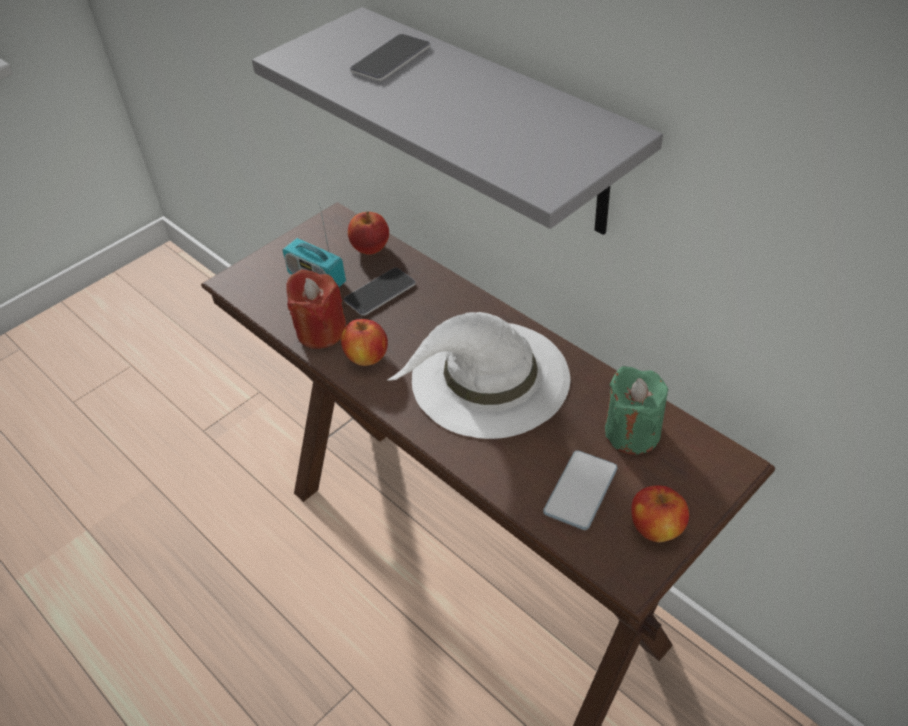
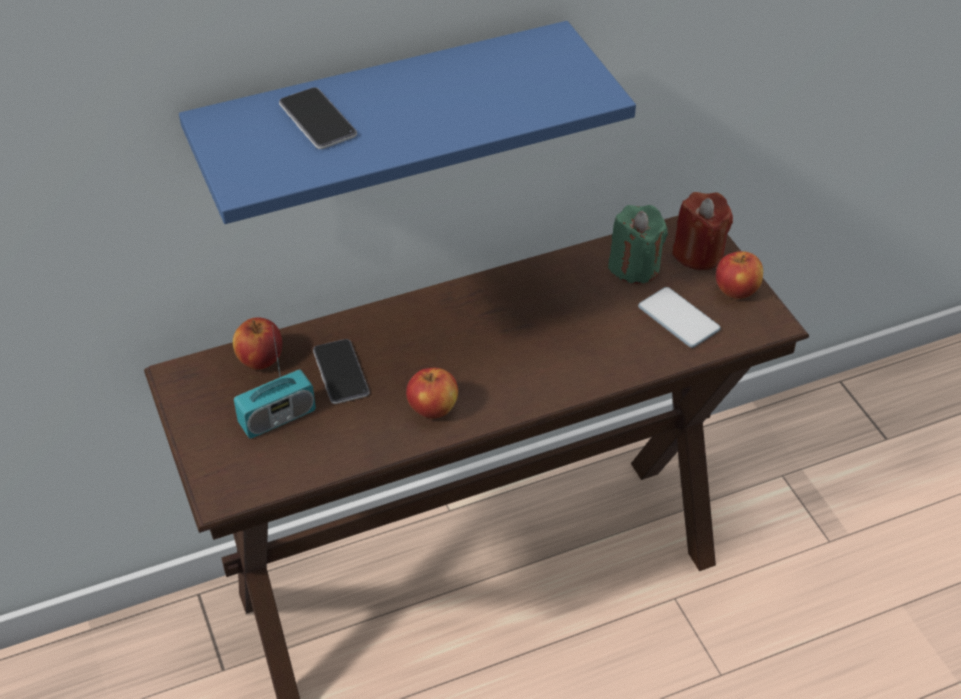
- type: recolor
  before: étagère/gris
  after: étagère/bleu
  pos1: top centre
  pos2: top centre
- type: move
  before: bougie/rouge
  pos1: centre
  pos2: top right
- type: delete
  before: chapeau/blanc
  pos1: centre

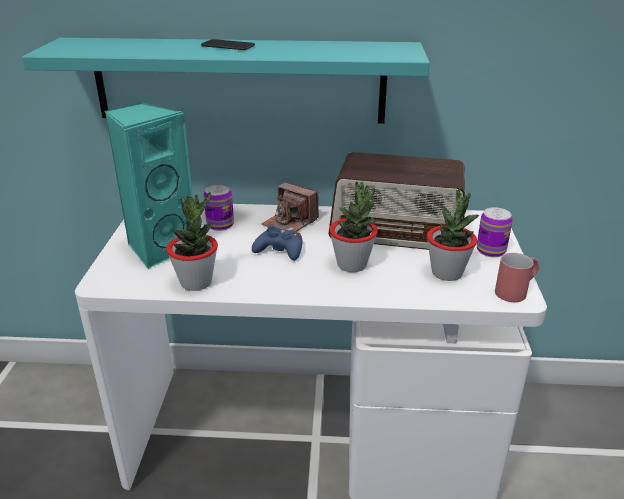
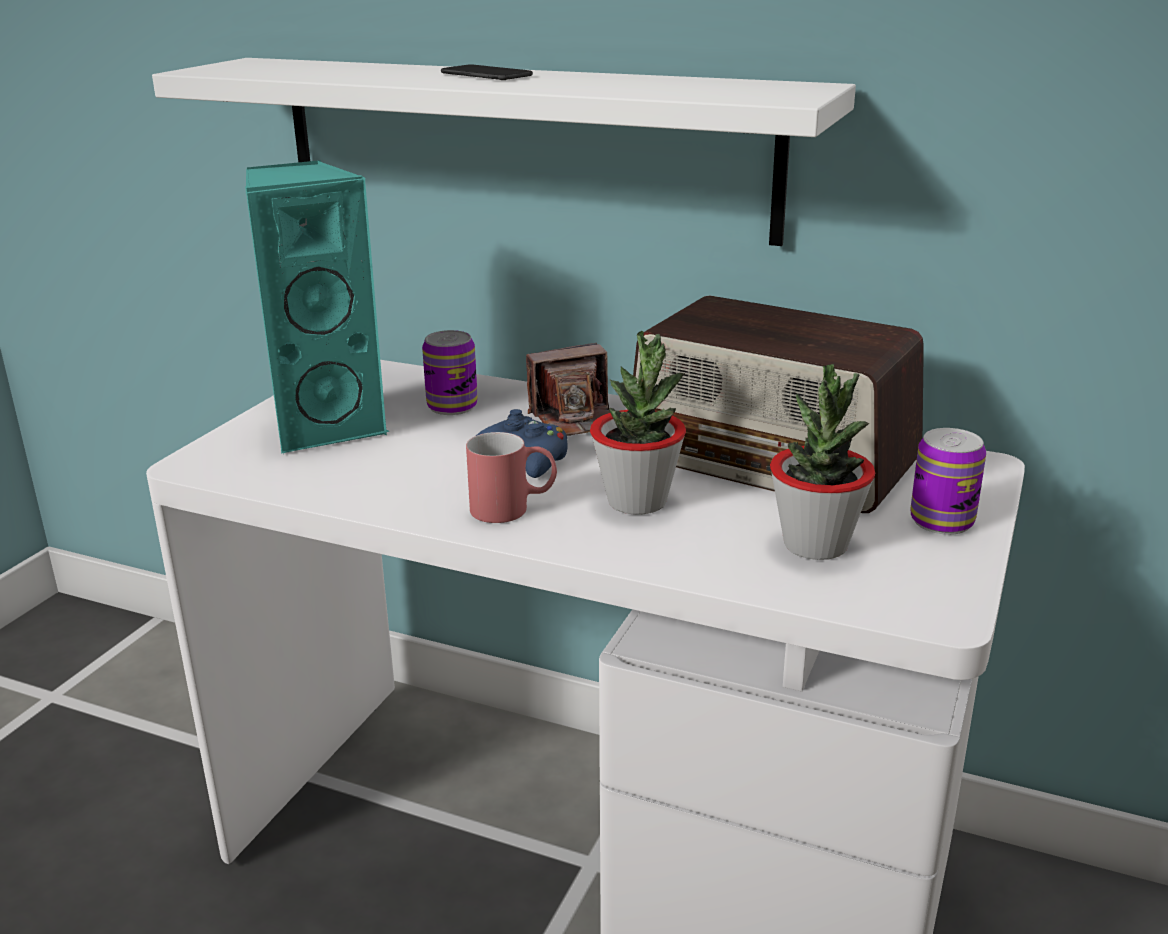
- type: recolor
  before: étagère/turquoise
  after: étagère/blanc
  pos1: top centre
  pos2: top centre
- type: move
  before: mug/rouge
  pos1: middle right
  pos2: centre
- type: rotate
  before: appareil photo
  pos1: centre
  pos2: centre
  turn: -75
- type: delete
  before: plante en pot (1st from left)
  pos1: middle left

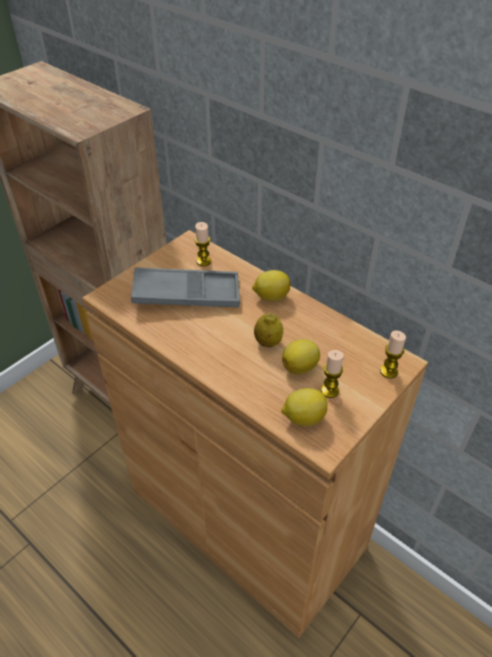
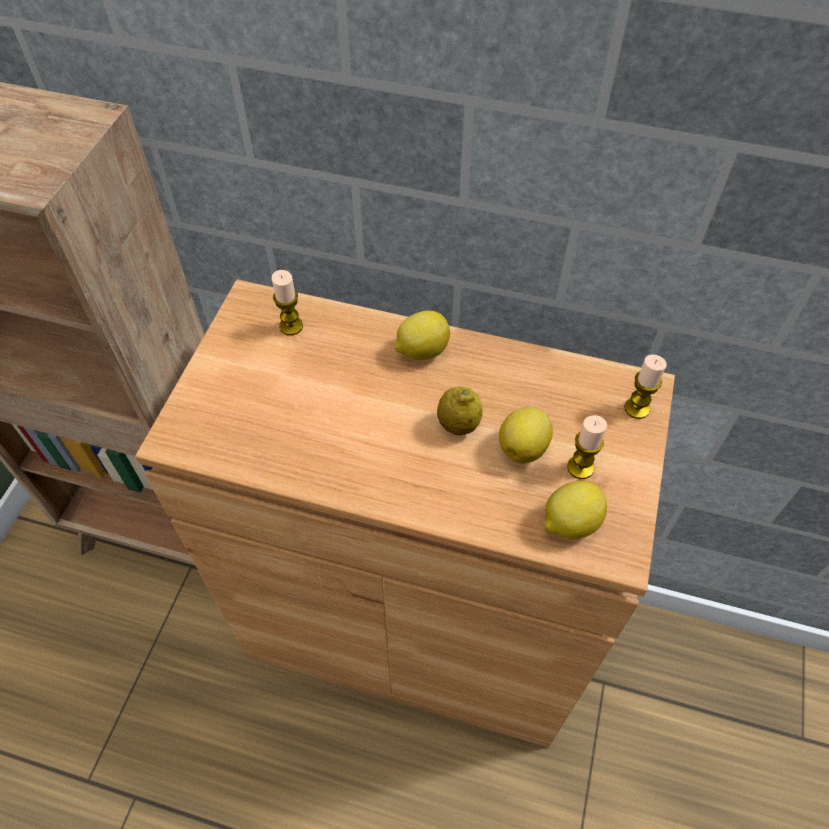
- type: delete
  before: plateau/gris
  pos1: centre

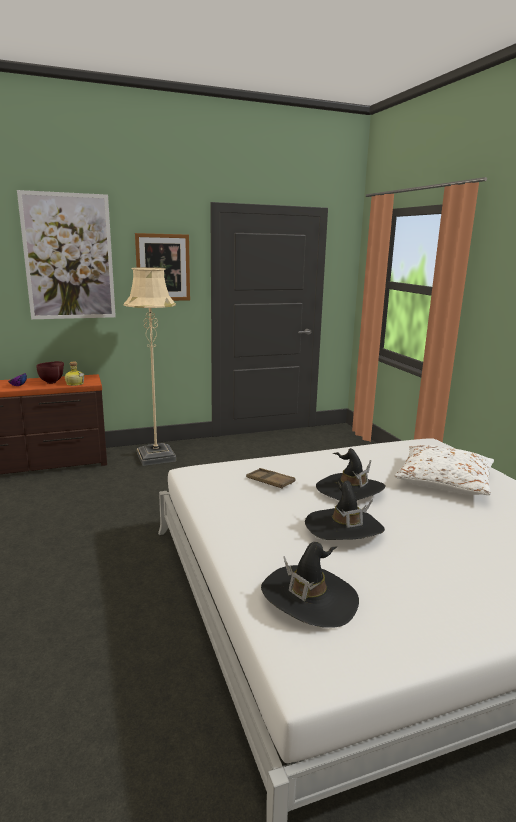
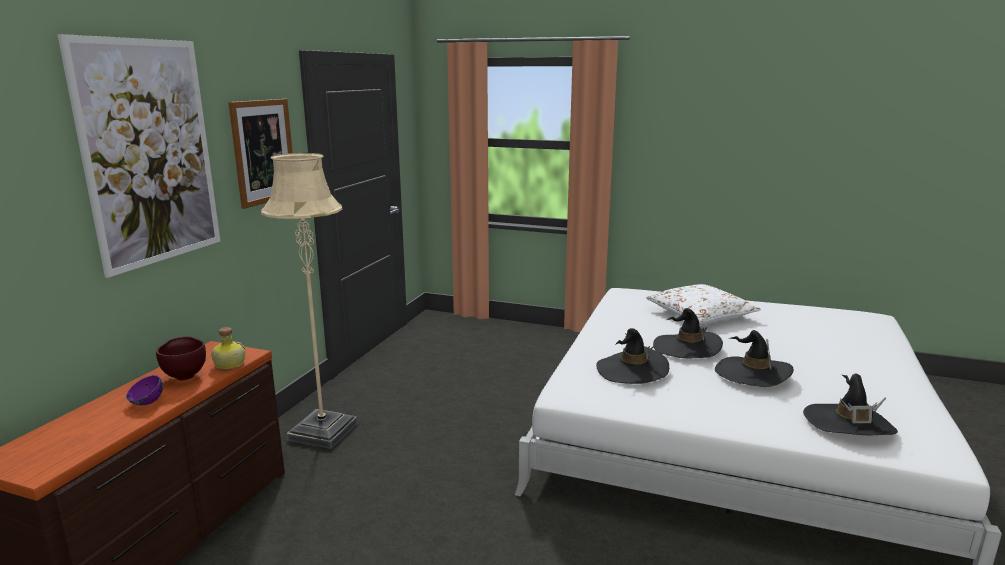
- type: replace
  before: plateau/marron
  after: chapeau/noir (1st from left)
  pos1: centre
  pos2: centre

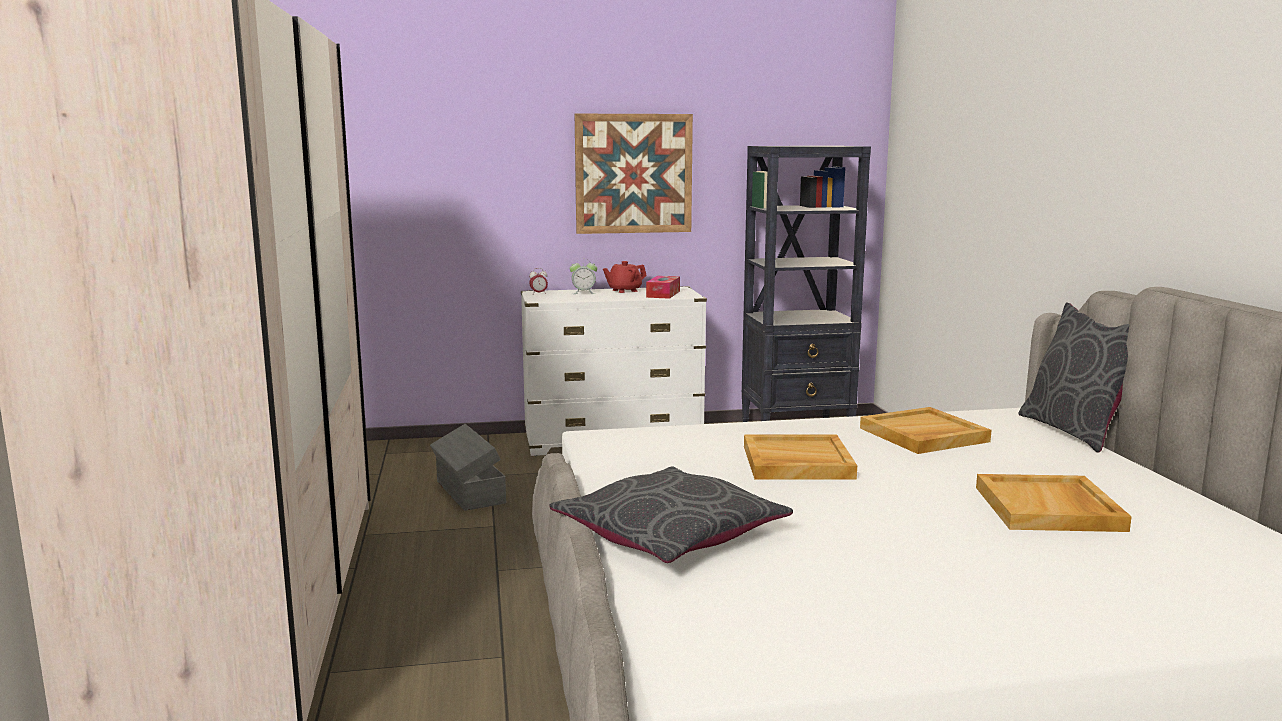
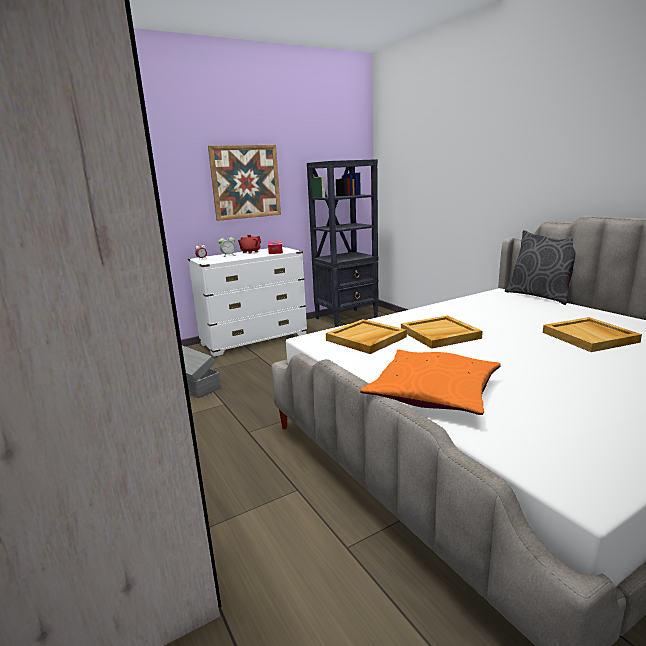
- type: move
  before: plateau/beige (2nd from left in the first image)
  after: plateau/beige (1st from left)
  pos1: middle right
  pos2: centre
- type: recolor
  before: coussin/gris (1st from left)
  after: coussin/orange
  pos1: bottom centre
  pos2: centre

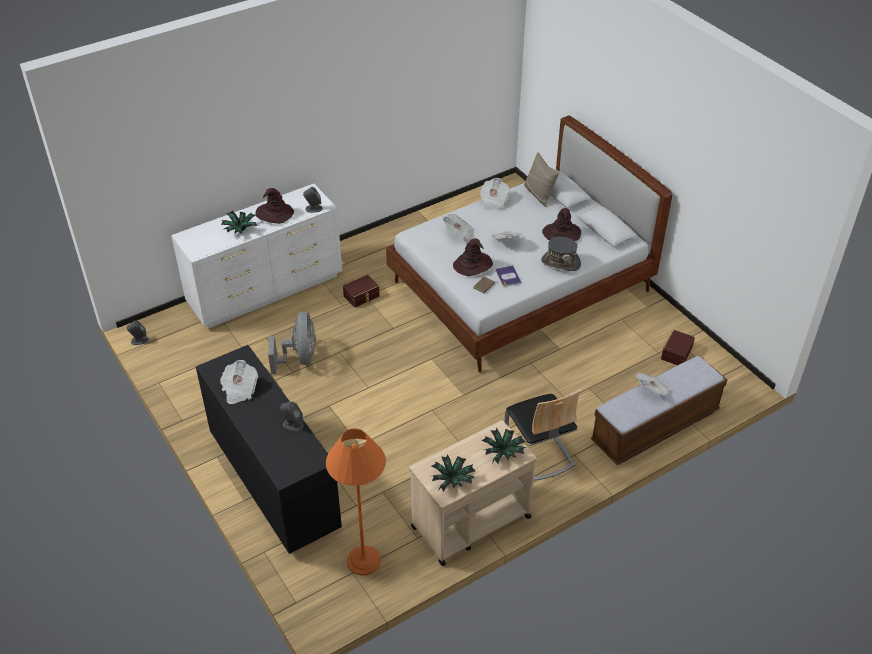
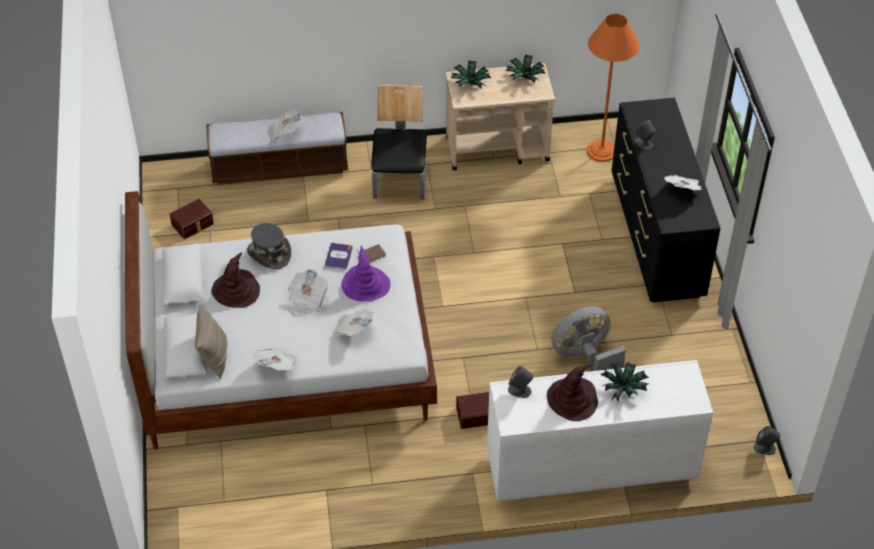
- type: recolor
  before: chapeau/marron (2nd from left)
  after: chapeau/violet
  pos1: centre
  pos2: centre
- type: rotate
  before: ventilateur/gris
  pos1: centre
  pos2: middle right
  turn: 45

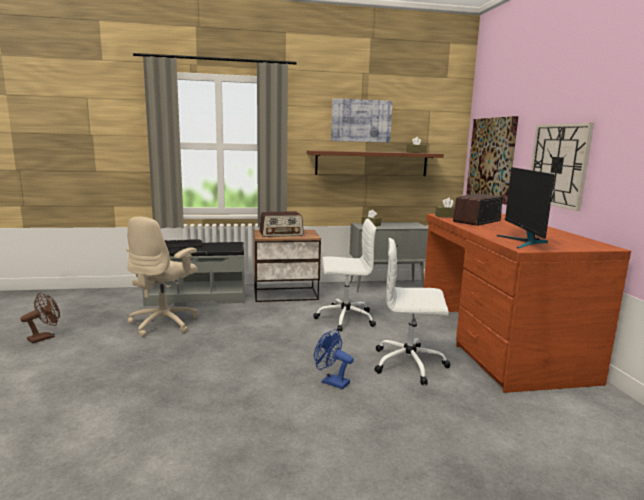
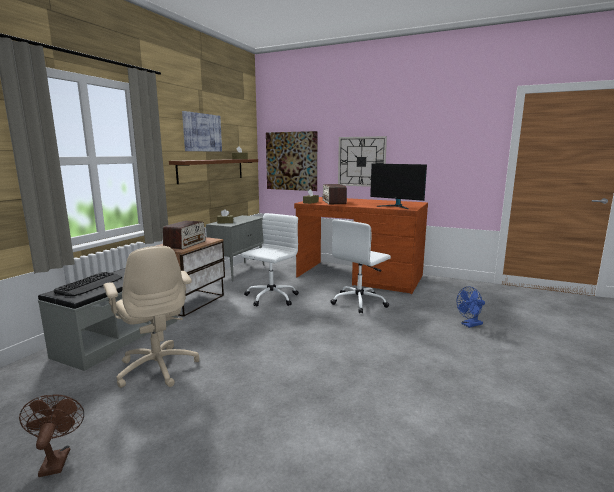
- type: move
  before: ventilateur/bleu
  pos1: bottom centre
  pos2: middle right

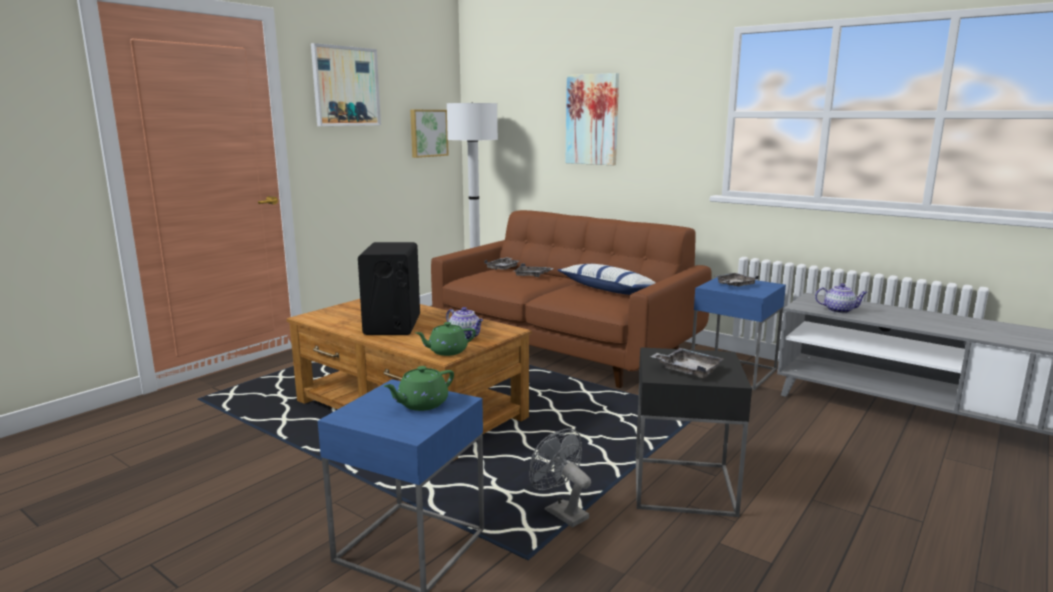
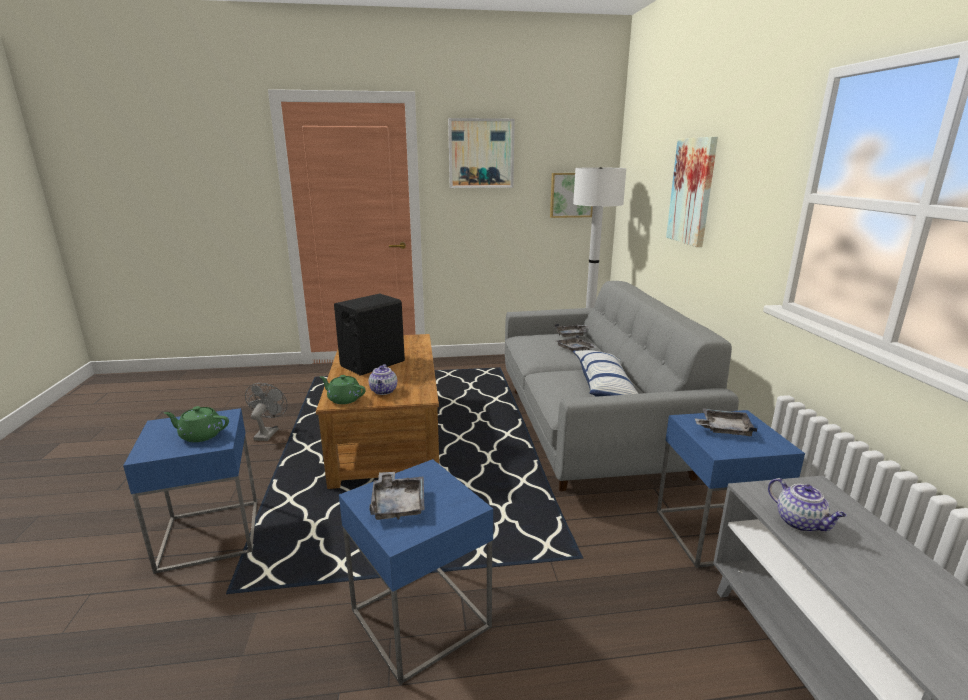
- type: move
  before: ventilateur/gris
  pos1: bottom centre
  pos2: middle left
- type: recolor
  before: table d'appoint/noir
  after: table d'appoint/bleu (2nd from left)
  pos1: bottom centre
  pos2: bottom centre
- type: recolor
  before: canapé/marron
  after: canapé/gris
  pos1: centre
  pos2: centre

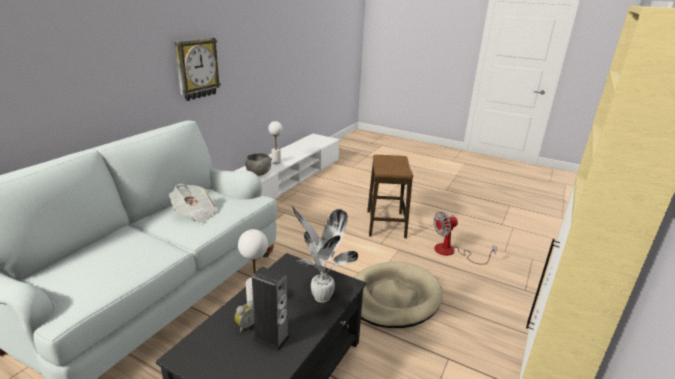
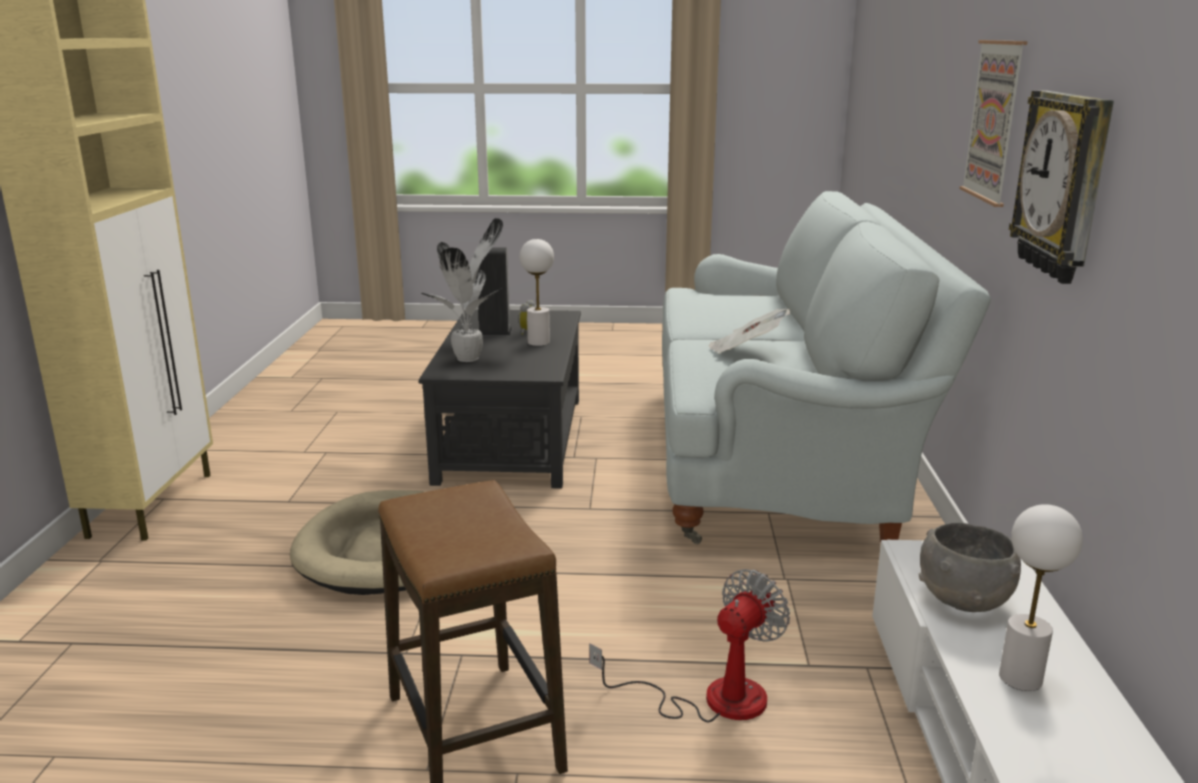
- type: move
  before: ventilateur
  pos1: middle right
  pos2: bottom centre
- type: insert
  after: tableau
  pos2: top right

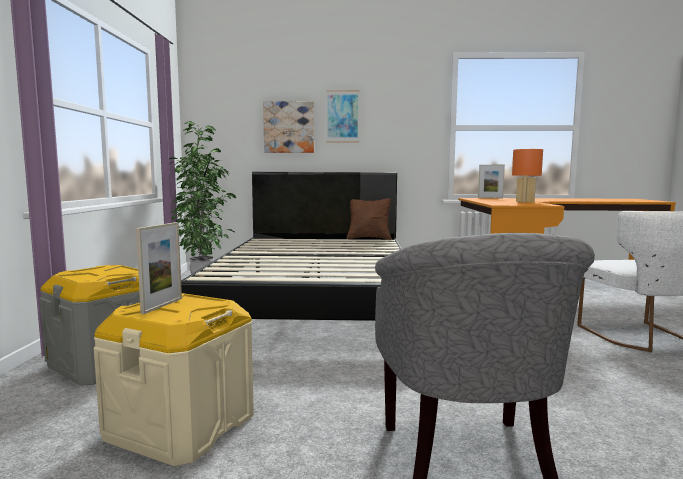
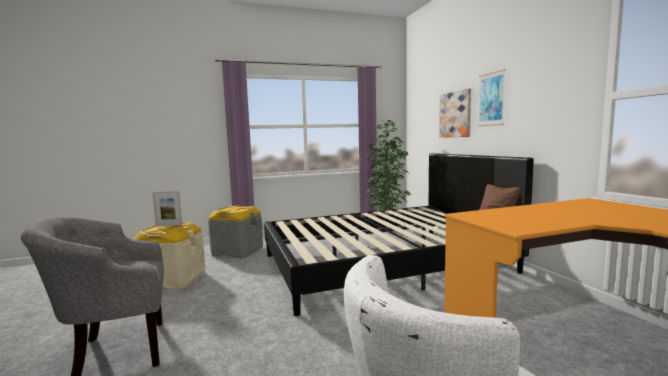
- type: delete
  before: cadre photo (2nd from left)
  pos1: middle right
- type: delete
  before: lampe de table/orange
  pos1: middle right

